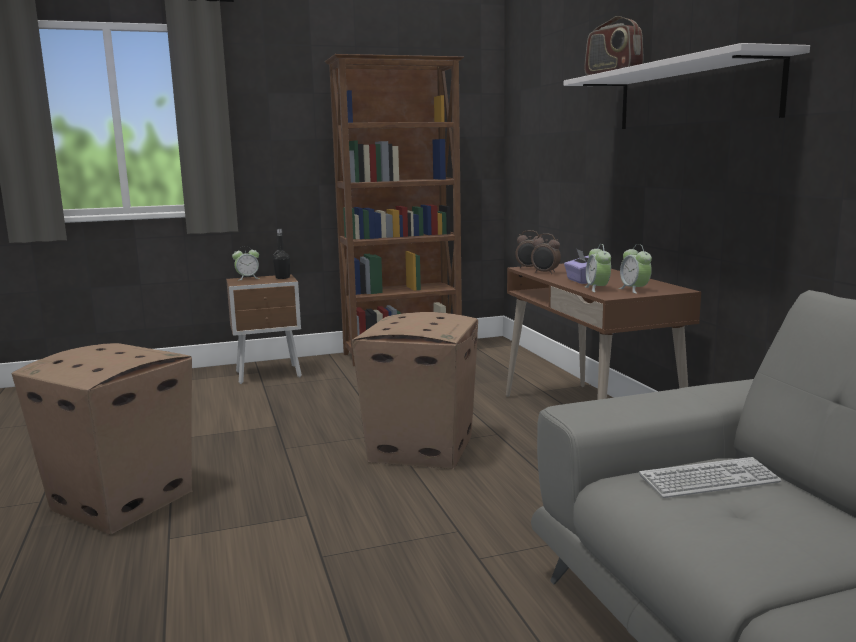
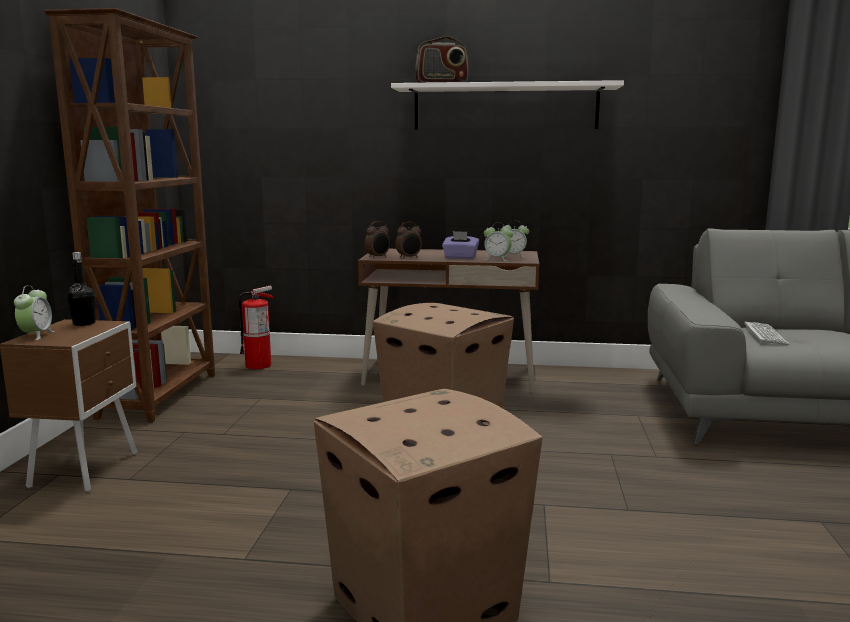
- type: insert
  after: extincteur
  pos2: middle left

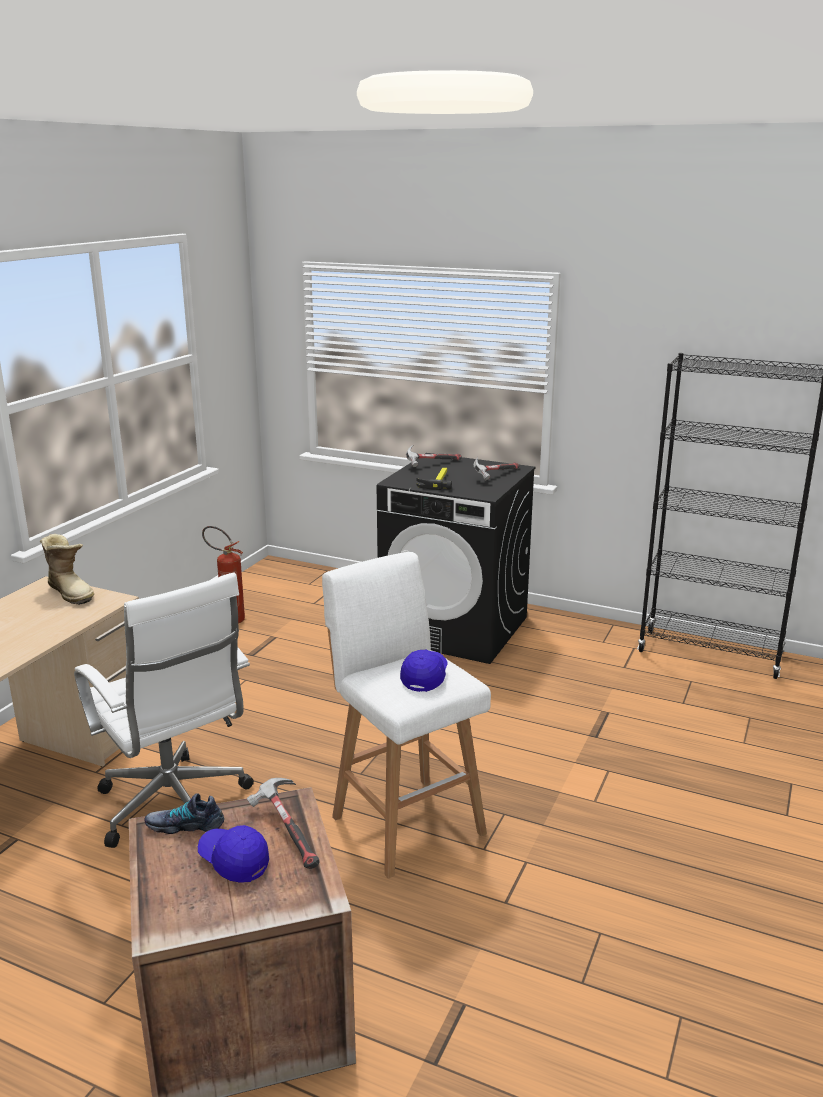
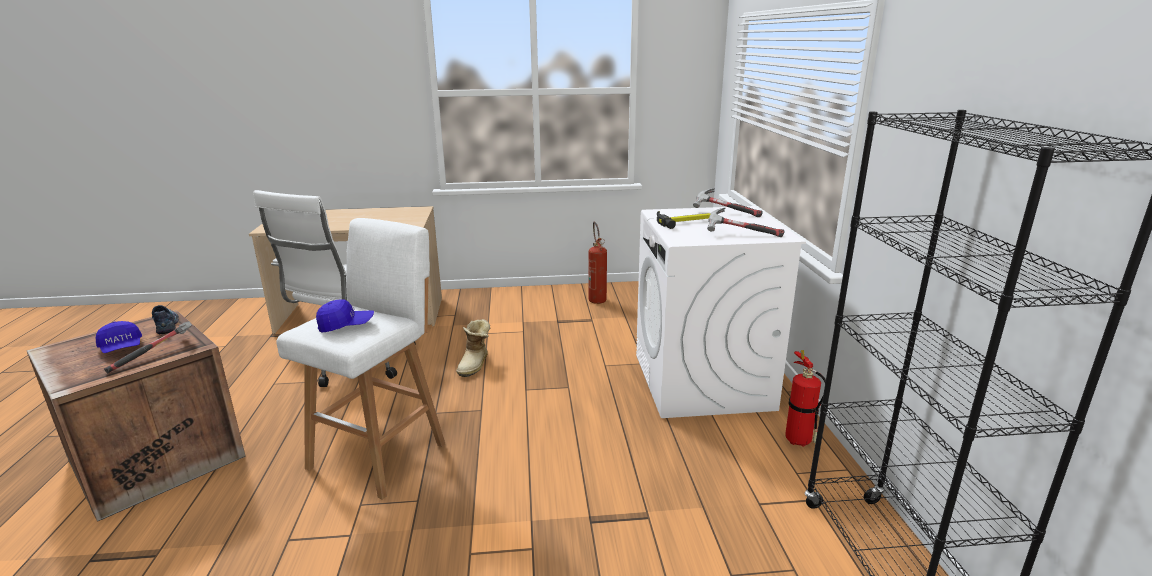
- type: rotate
  before: casquette/bleu (1st from left)
  pos1: bottom left
  pos2: middle left
  turn: 135
- type: move
  before: botte
  pos1: middle left
  pos2: centre
- type: recolor
  before: lave-linge/noir
  after: lave-linge/blanc
  pos1: centre
  pos2: centre
- type: insert
  after: extincteur (2nd from left)
  pos2: bottom right

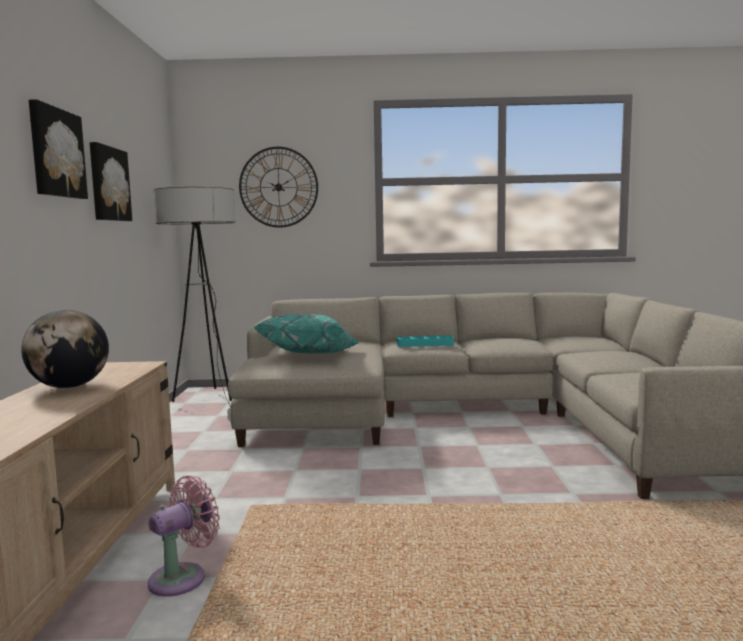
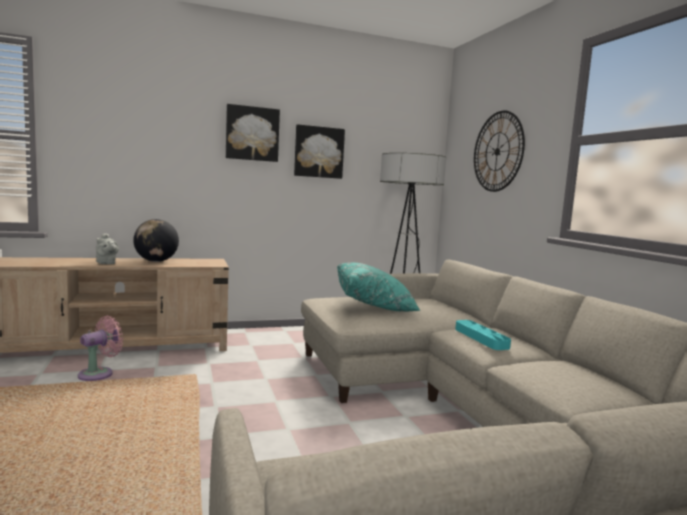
- type: rotate
  before: ventilateur/rose
  pos1: bottom left
  pos2: bottom left
  turn: -75
- type: insert
  after: théière/gris
  pos2: middle left

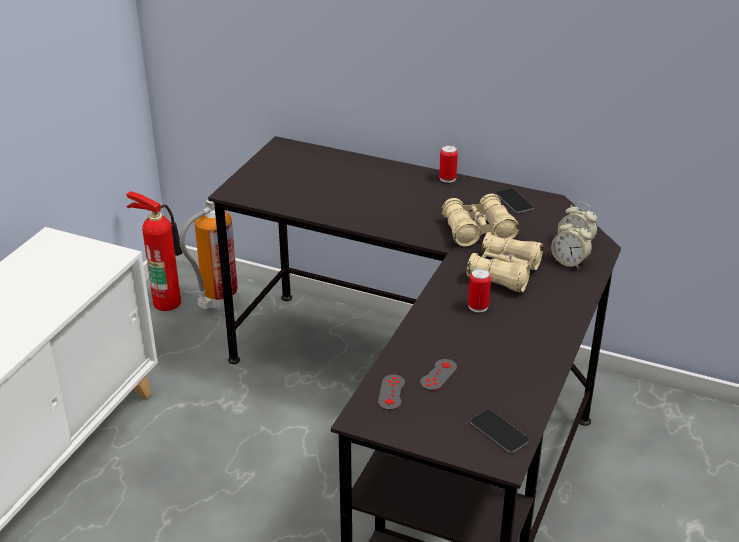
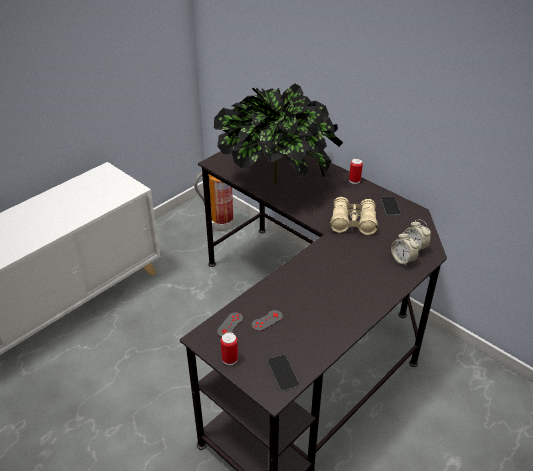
- type: insert
  after: plante en pot
  pos2: top centre
- type: move
  before: boîte métallique (2nd from left in the first image)
  after: boîte métallique (1st from left)
  pos1: centre
  pos2: bottom centre
- type: delete
  before: extincteur (1st from left)
  pos1: middle left
- type: delete
  before: jumelles/beige (2nd from left)
  pos1: middle right

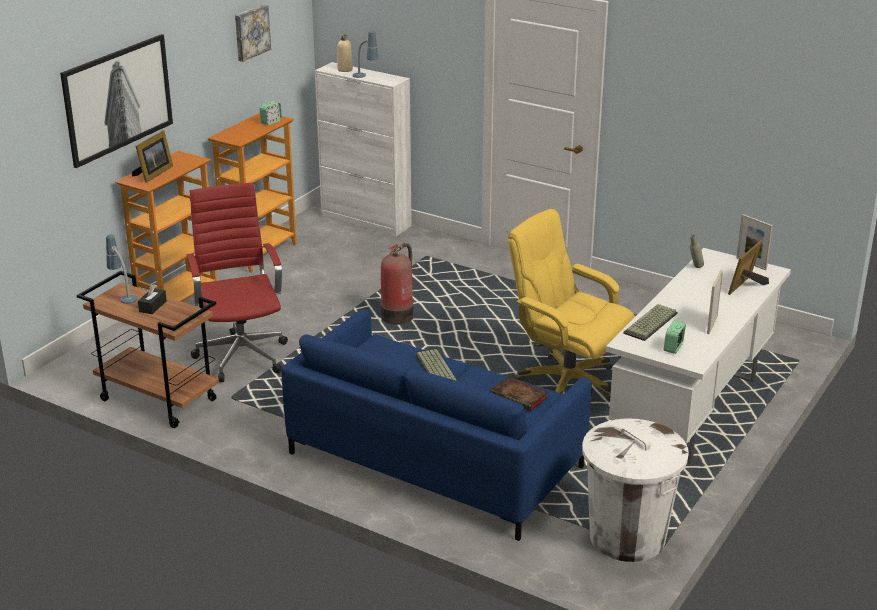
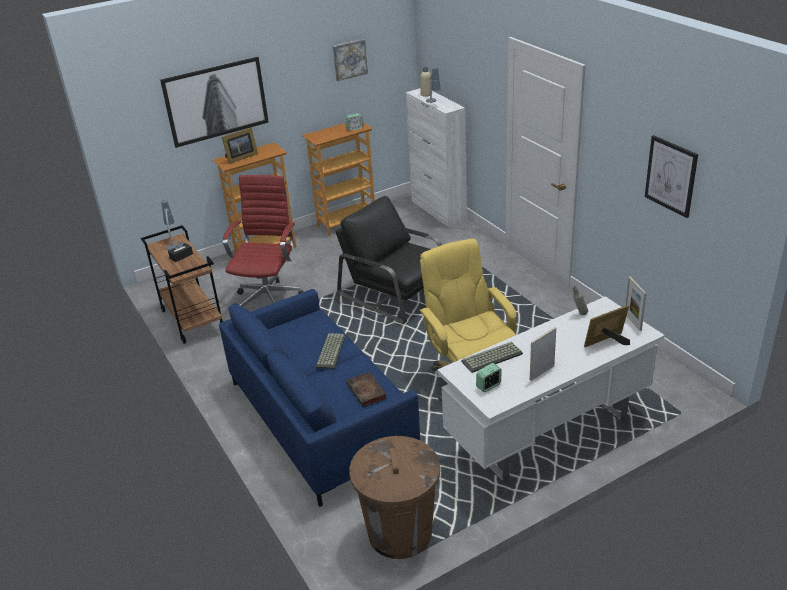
- type: replace
  before: extincteur
  after: fauteuil/noir
  pos1: centre
  pos2: centre
- type: recolor
  before: poubelle/blanc
  after: poubelle/marron
  pos1: bottom right
  pos2: bottom centre
- type: insert
  after: tableau (3rd from left)
  pos2: top right

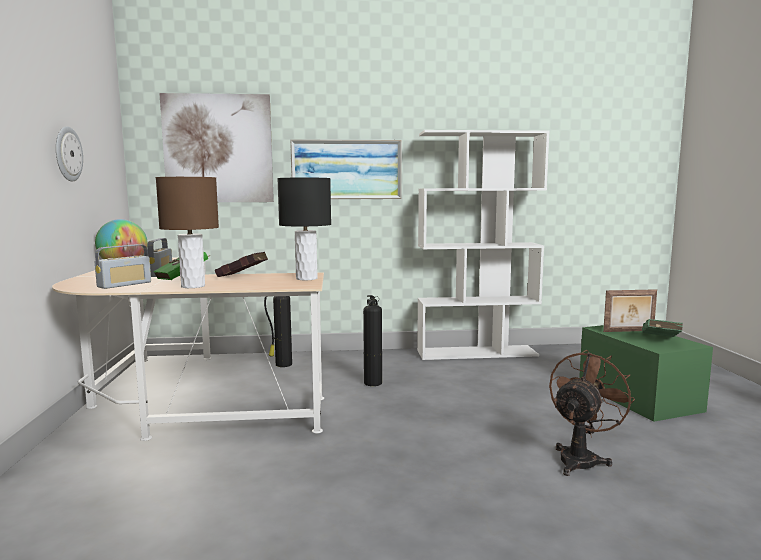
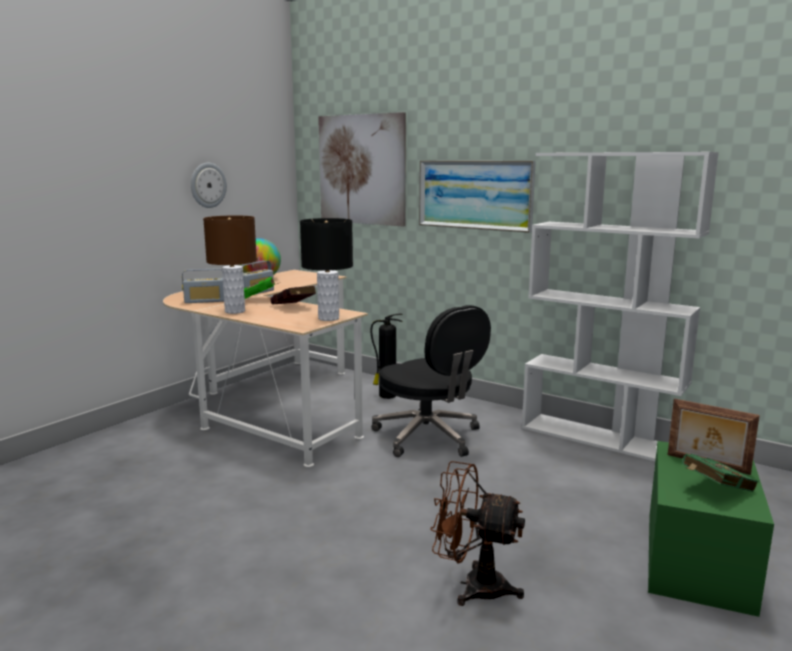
- type: replace
  before: extincteur (2nd from left)
  after: chaise de bureau/noir
  pos1: centre
  pos2: centre
- type: rotate
  before: ventilateur/marron
  pos1: bottom right
  pos2: bottom centre
  turn: -150

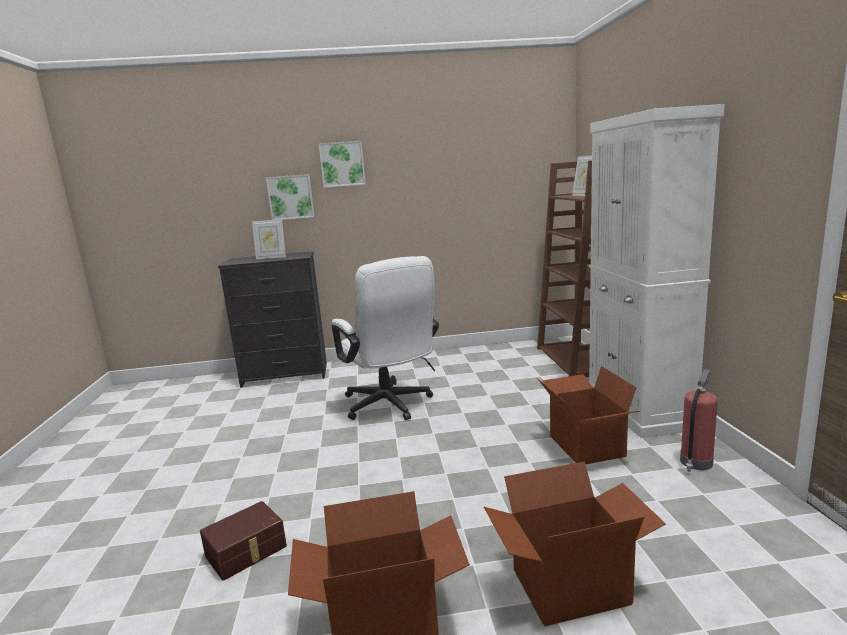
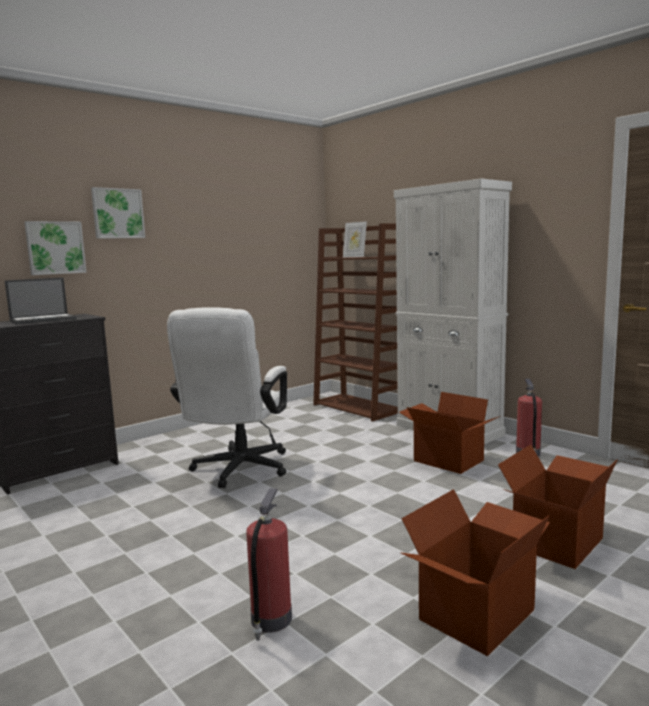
- type: replace
  before: cadre photo (1st from left)
  after: ordinateur portable
  pos1: middle left
  pos2: middle left
- type: rotate
  before: chaise de bureau/blanc
  pos1: centre
  pos2: centre
  turn: 75
- type: replace
  before: boîte de rangement/marron
  after: extincteur (1st from left)
  pos1: bottom left
  pos2: bottom centre

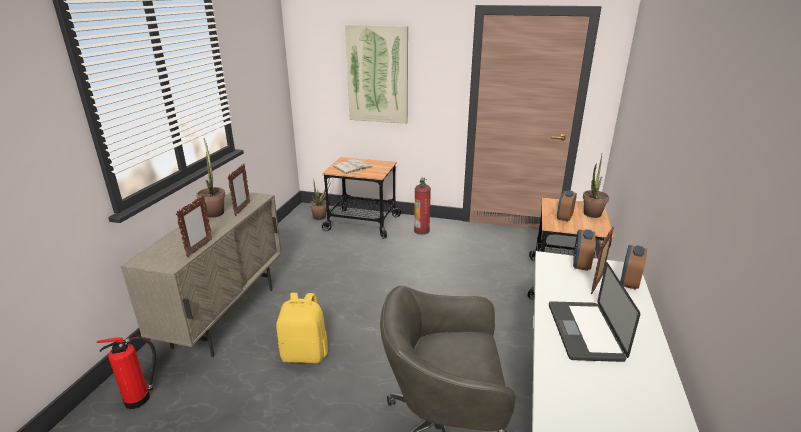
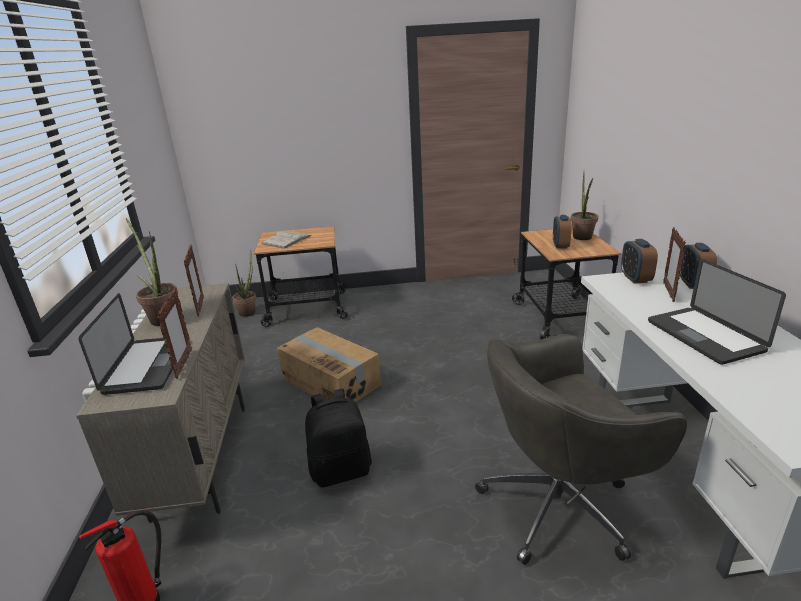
- type: insert
  after: ordinateur portable (1st from left)
  pos2: middle left
- type: insert
  after: carton
  pos2: centre
- type: recolor
  before: sac à dos/jaune
  after: sac à dos/noir
  pos1: bottom centre
  pos2: bottom centre
- type: delete
  before: tableau
  pos1: top centre
- type: delete
  before: extincteur (2nd from left)
  pos1: centre

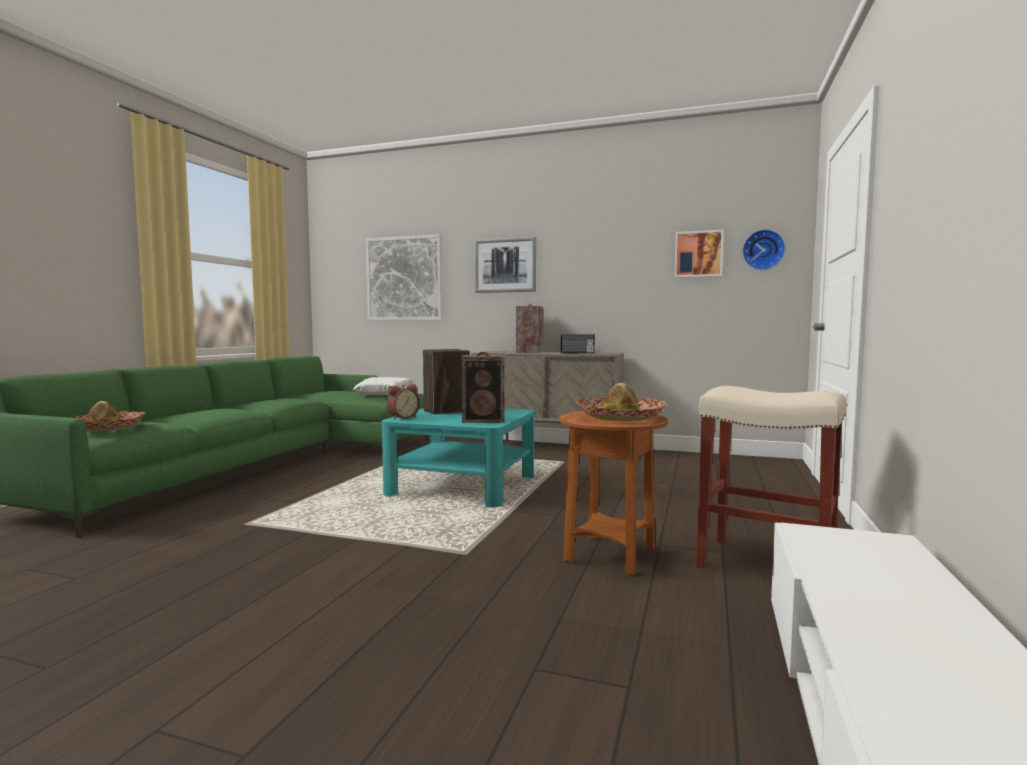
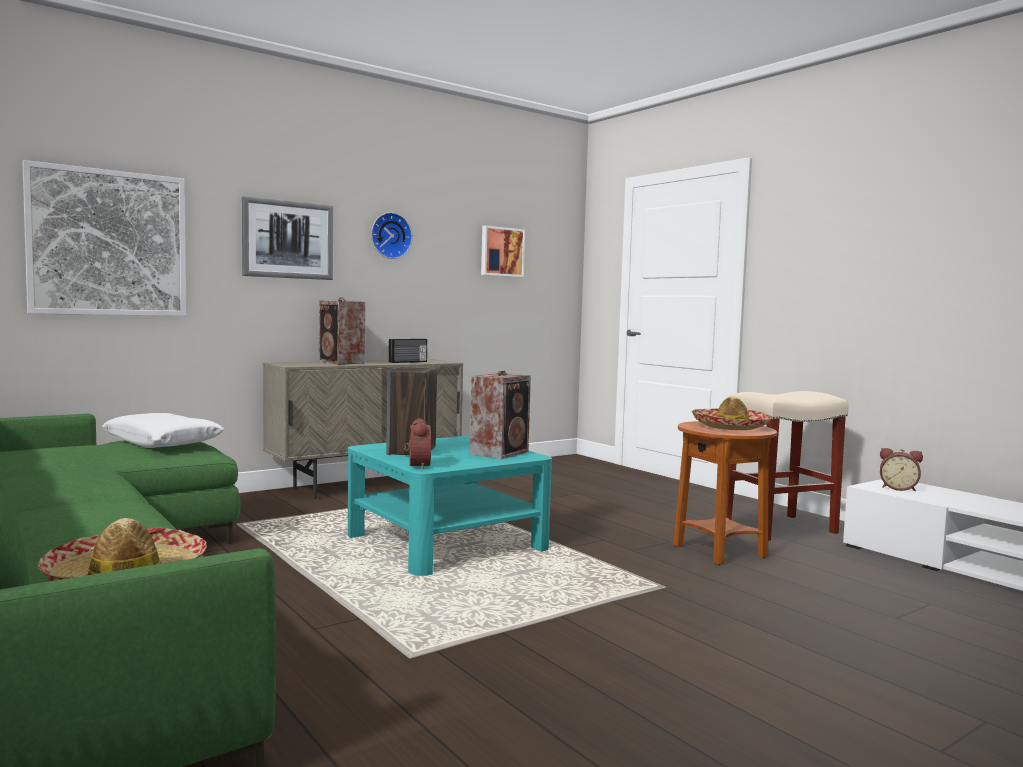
- type: move
  before: horloge murale
  pos1: top right
  pos2: top centre
- type: insert
  after: réveil (2nd from left)
  pos2: middle right

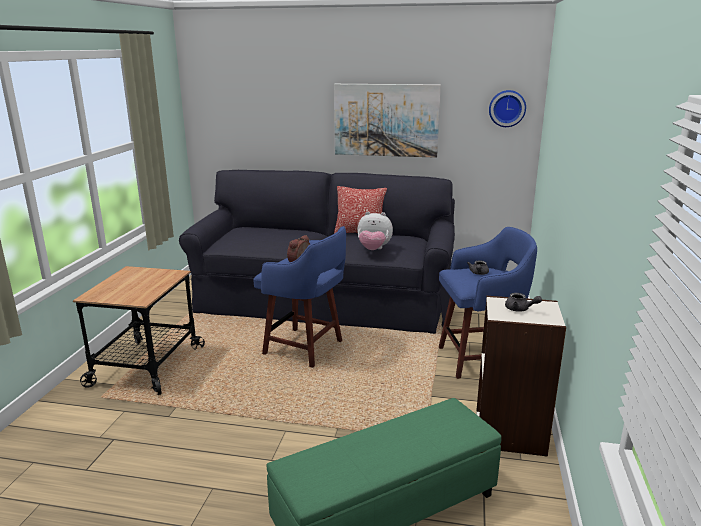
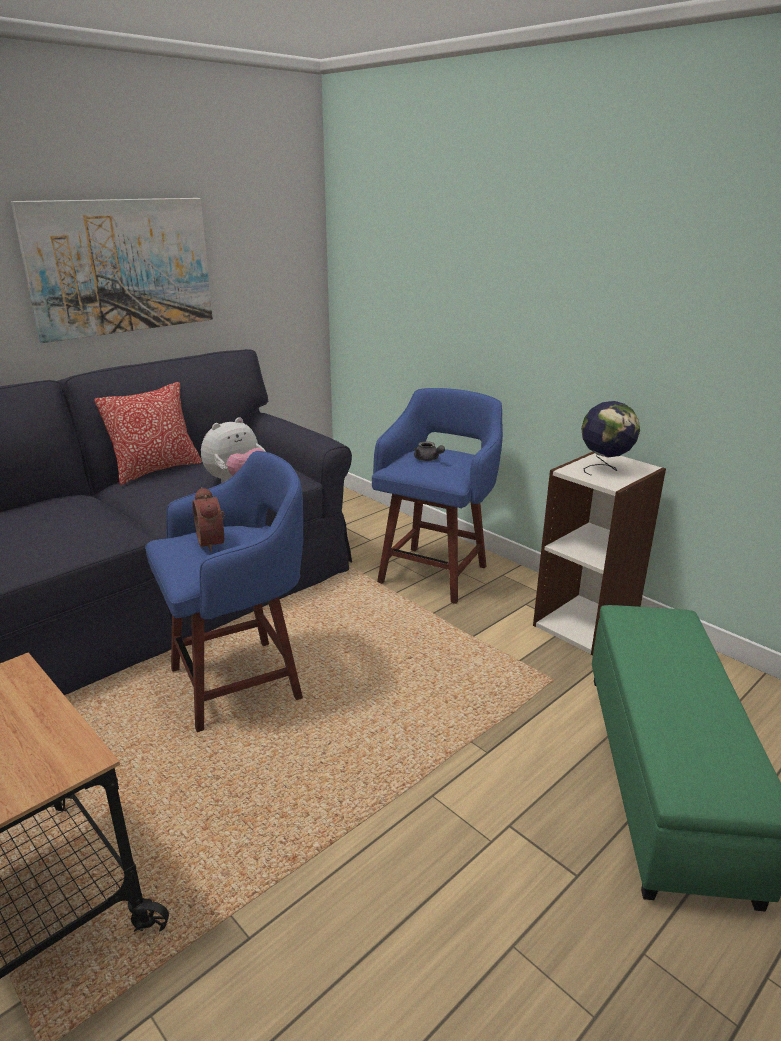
- type: replace
  before: théière/gris (2nd from left)
  after: globe
  pos1: middle right
  pos2: middle right
- type: delete
  before: horloge murale
  pos1: top right

